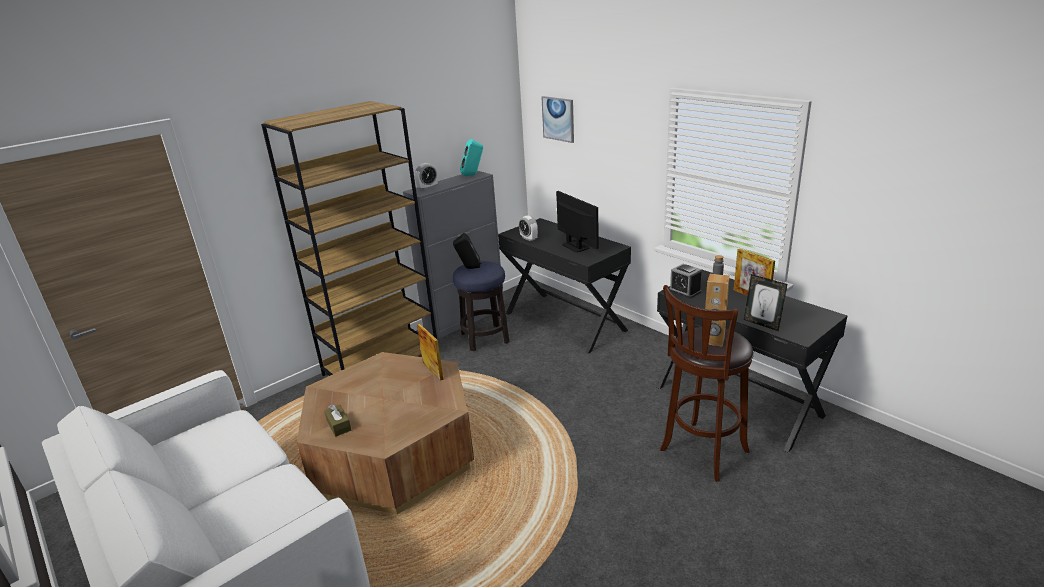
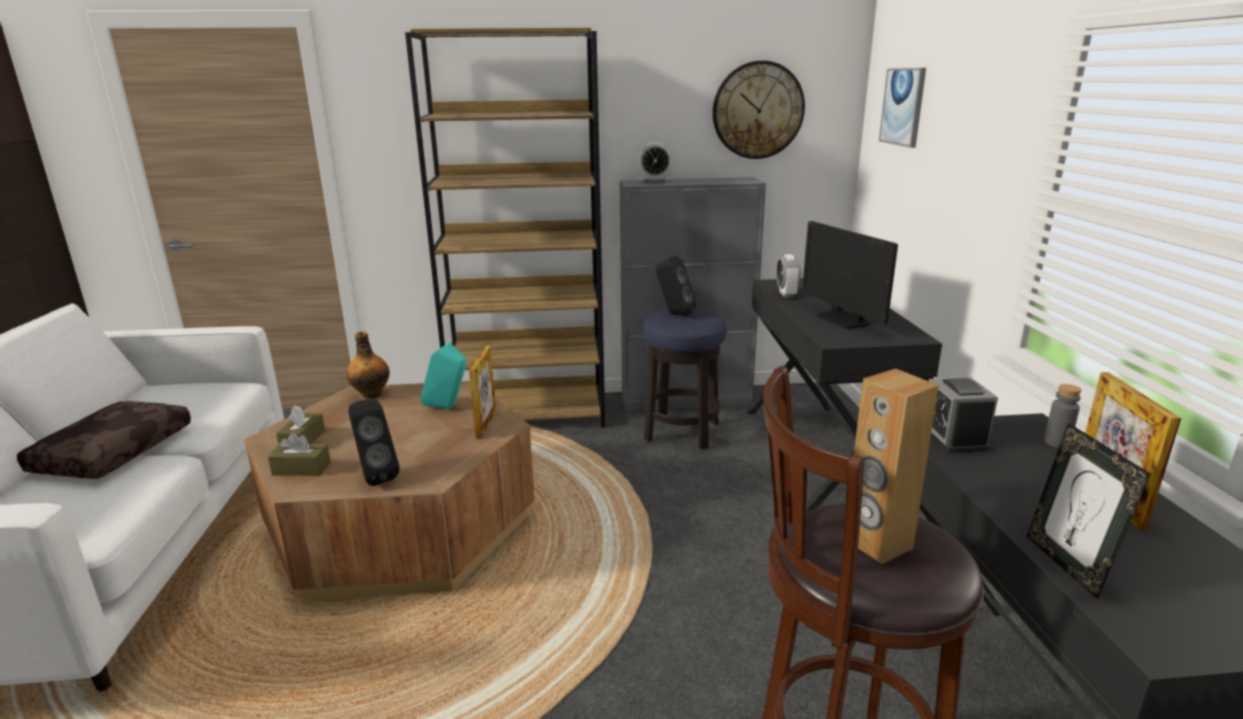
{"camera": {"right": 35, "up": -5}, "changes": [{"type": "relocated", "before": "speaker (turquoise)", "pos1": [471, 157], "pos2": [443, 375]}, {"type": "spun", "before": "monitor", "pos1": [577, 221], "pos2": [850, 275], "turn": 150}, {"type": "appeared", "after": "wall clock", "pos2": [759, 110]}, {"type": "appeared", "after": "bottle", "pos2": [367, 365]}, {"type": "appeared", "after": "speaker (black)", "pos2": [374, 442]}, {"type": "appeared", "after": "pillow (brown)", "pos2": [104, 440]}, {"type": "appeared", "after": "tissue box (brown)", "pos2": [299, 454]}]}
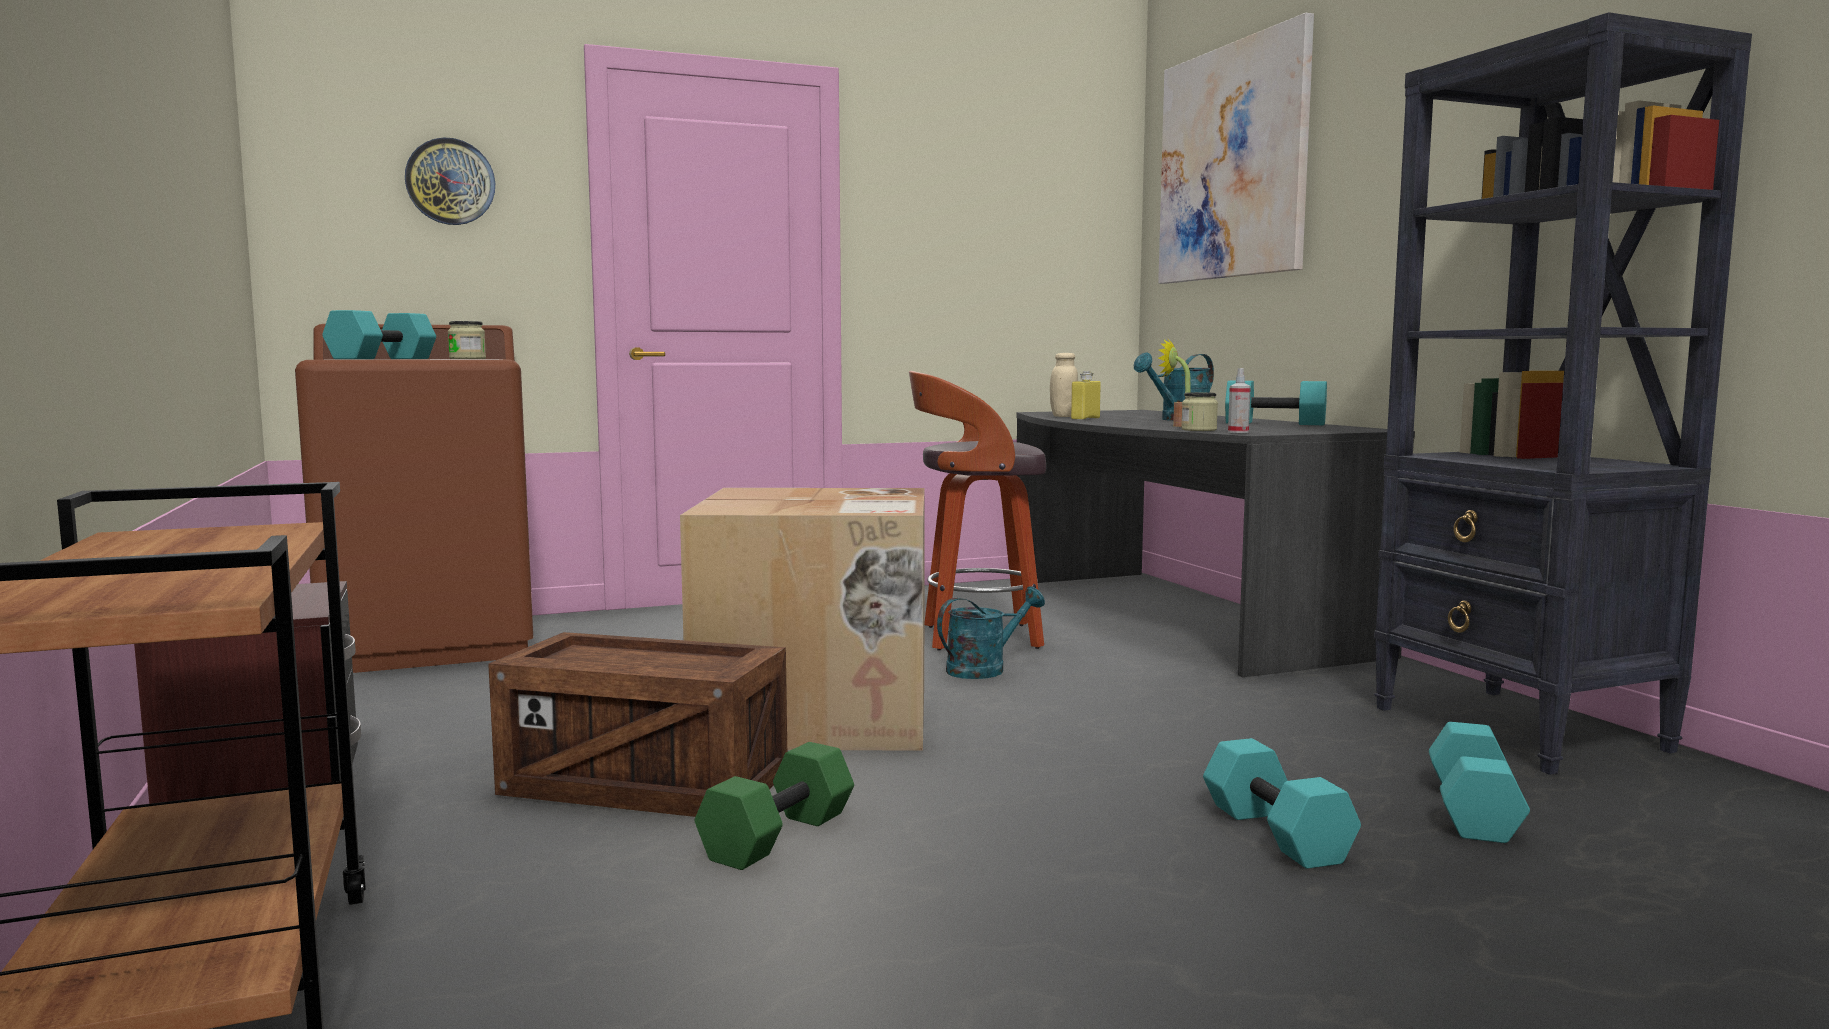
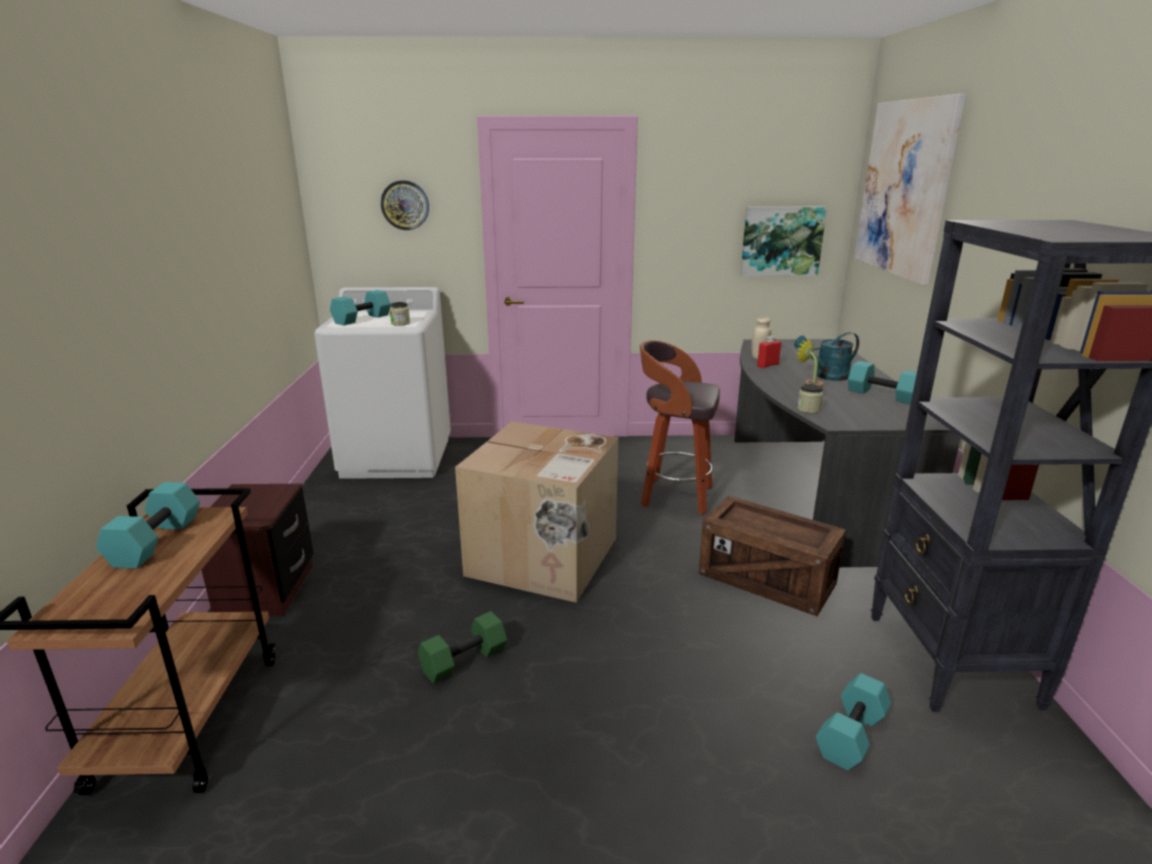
{"camera": {"right": 20, "up": 15}, "changes": [{"type": "colour", "before": "washing machine (brown)", "after": "washing machine (white)", "pos1": [414, 498], "pos2": [382, 383]}, {"type": "missing", "before": "spray bottle", "pos1": [1239, 400]}, {"type": "colour", "before": "bottle (yellow)", "after": "bottle (red)", "pos1": [1086, 395], "pos2": [769, 352]}, {"type": "missing", "before": "watering can (turquoise)", "pos1": [991, 633]}, {"type": "relocated", "before": "crate", "pos1": [637, 724], "pos2": [772, 556]}, {"type": "relocated", "before": "dumbbell (turquoise)", "pos1": [1282, 803], "pos2": [148, 525]}, {"type": "appeared", "after": "picture", "pos2": [783, 241]}]}
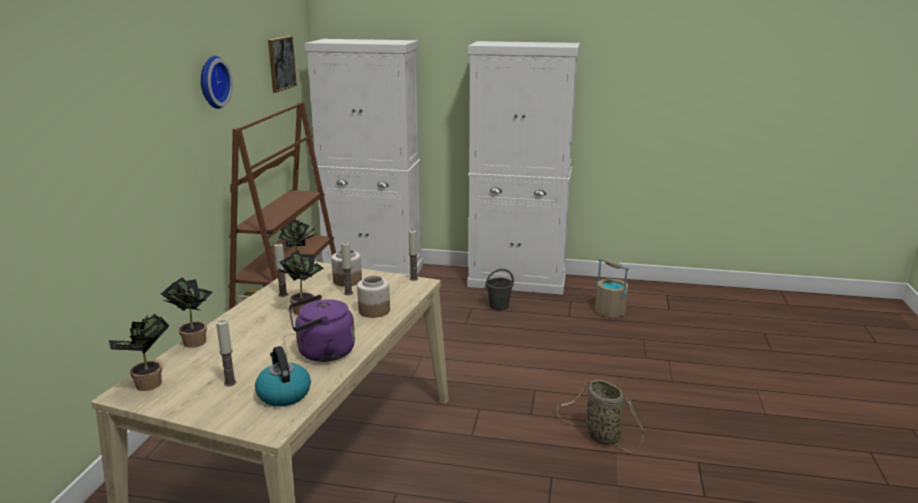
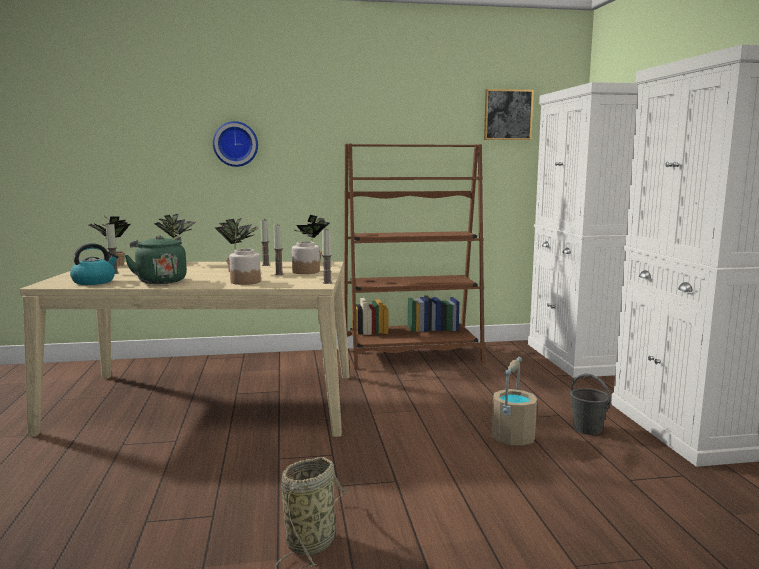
{"camera": {"right": 70, "up": -10}, "changes": [{"type": "relocated", "before": "wall clock", "pos1": [217, 82], "pos2": [235, 144]}, {"type": "relocated", "before": "bucket (beige)", "pos1": [612, 287], "pos2": [514, 401]}, {"type": "colour", "before": "kettle (purple)", "after": "kettle (green)", "pos1": [322, 328], "pos2": [155, 259]}]}
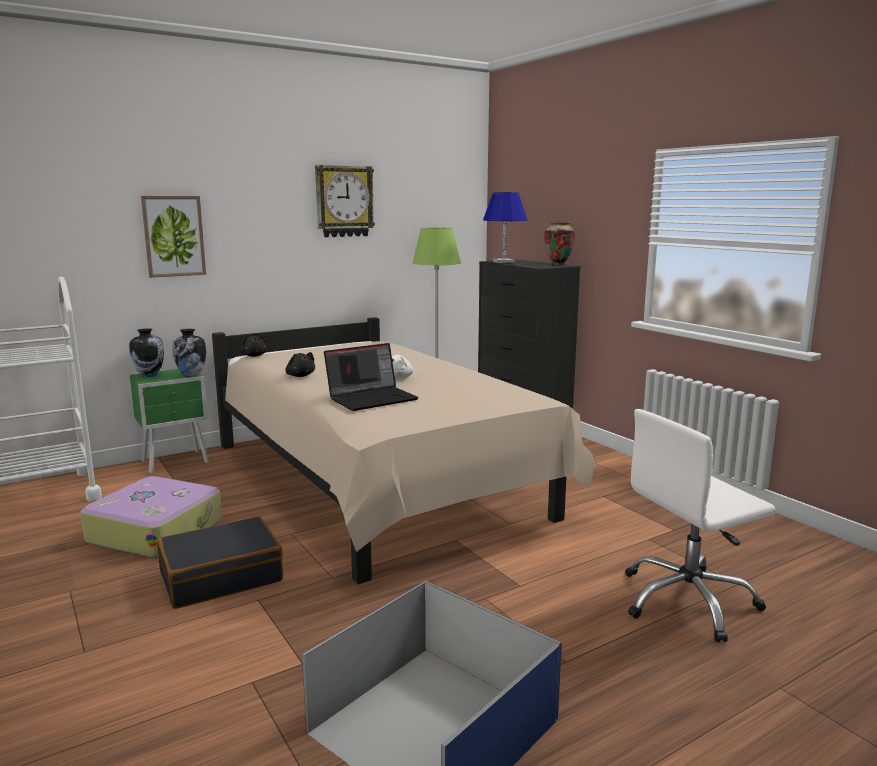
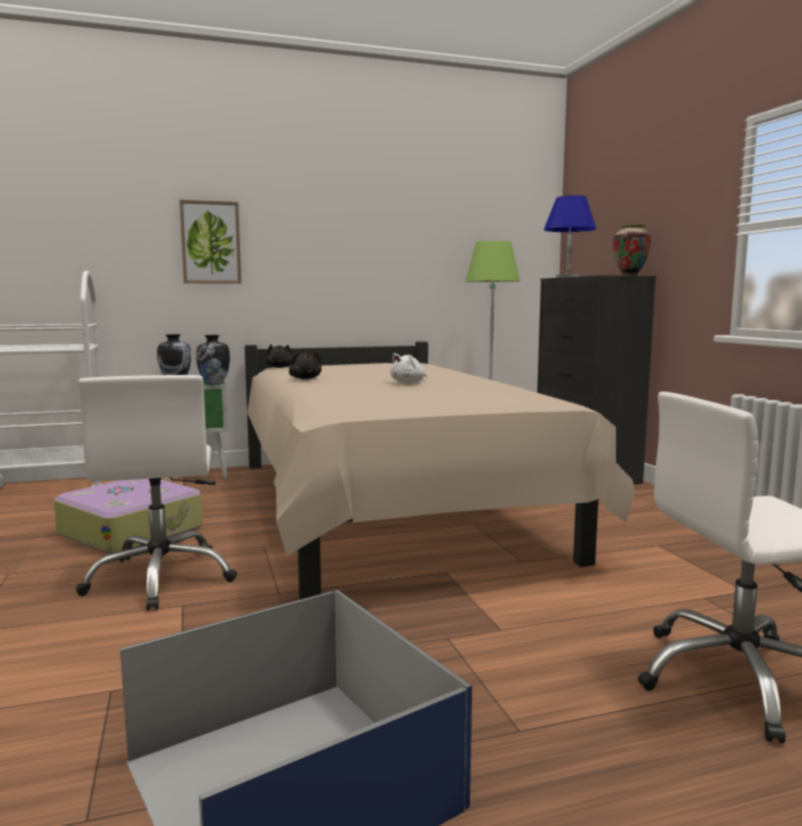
{"camera": {"right": 15, "up": -5}, "changes": [{"type": "missing", "before": "wall clock", "pos1": [345, 201]}, {"type": "missing", "before": "laptop", "pos1": [371, 377]}, {"type": "exchanged", "before": "suitcase (black)", "after": "office chair (white)", "pos1": [220, 562], "pos2": [156, 493]}]}
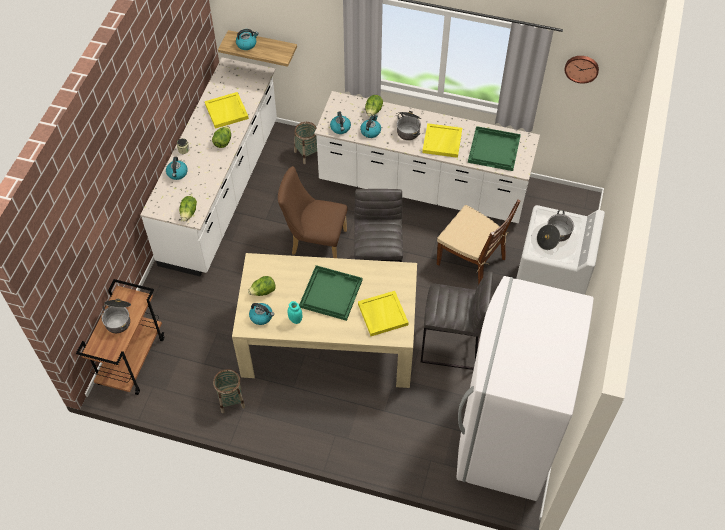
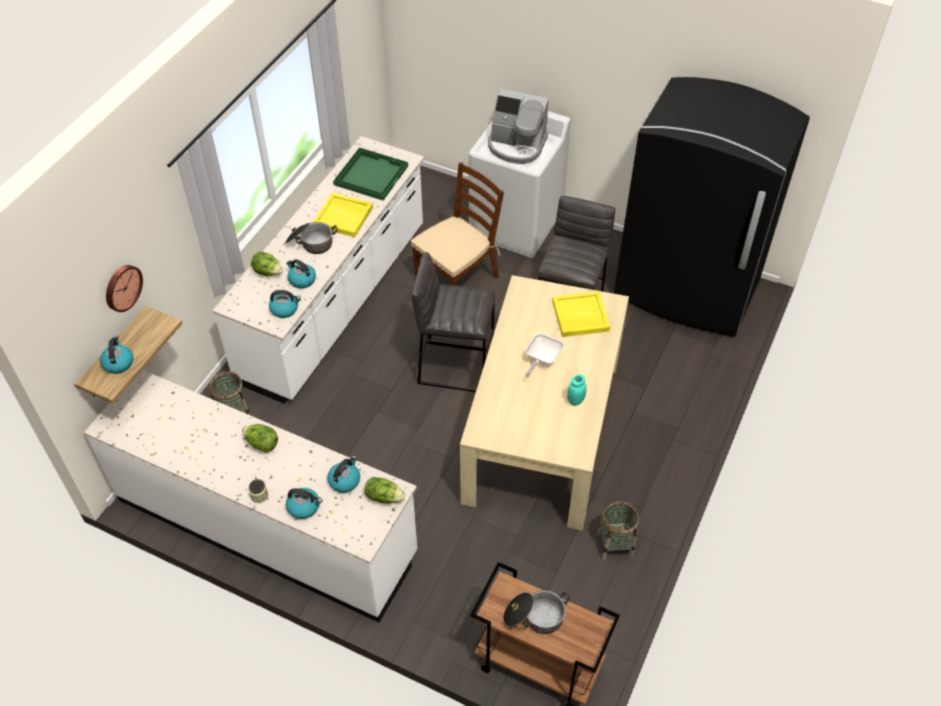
{"camera": {"right": -80, "up": -5}, "changes": [{"type": "relocated", "before": "wall clock", "pos1": [581, 70], "pos2": [124, 288]}, {"type": "missing", "before": "tray (yellow)", "pos1": [227, 110]}, {"type": "missing", "before": "chair (brown)", "pos1": [313, 212]}, {"type": "exchanged", "before": "cooking pot", "after": "coffee machine", "pos1": [555, 230], "pos2": [518, 126]}, {"type": "exchanged", "before": "tray (green)", "after": "frying pan", "pos1": [330, 293], "pos2": [544, 355]}, {"type": "missing", "before": "lettuce", "pos1": [261, 286]}, {"type": "colour", "before": "fridge (white)", "after": "fridge (black)", "pos1": [525, 388], "pos2": [712, 207]}, {"type": "relocated", "before": "kettle", "pos1": [261, 314], "pos2": [343, 474]}]}
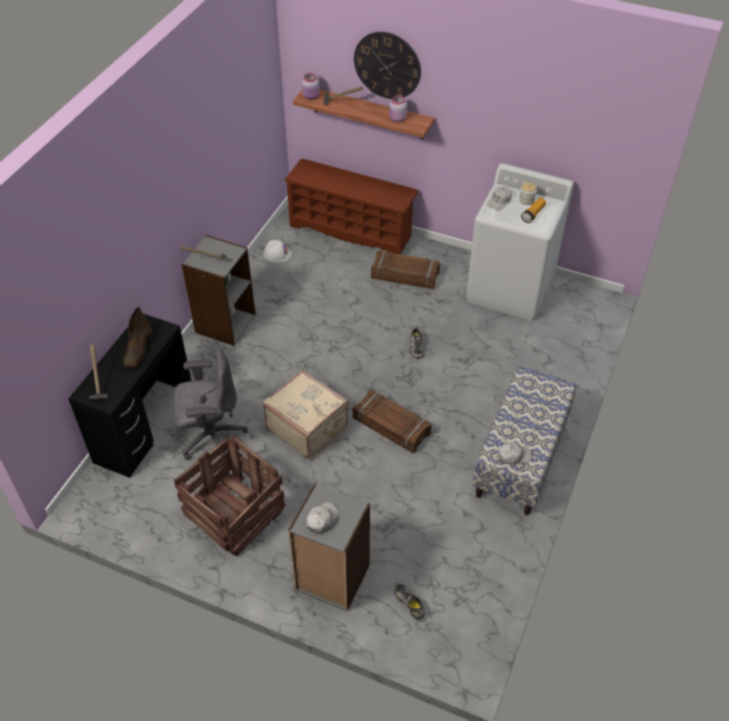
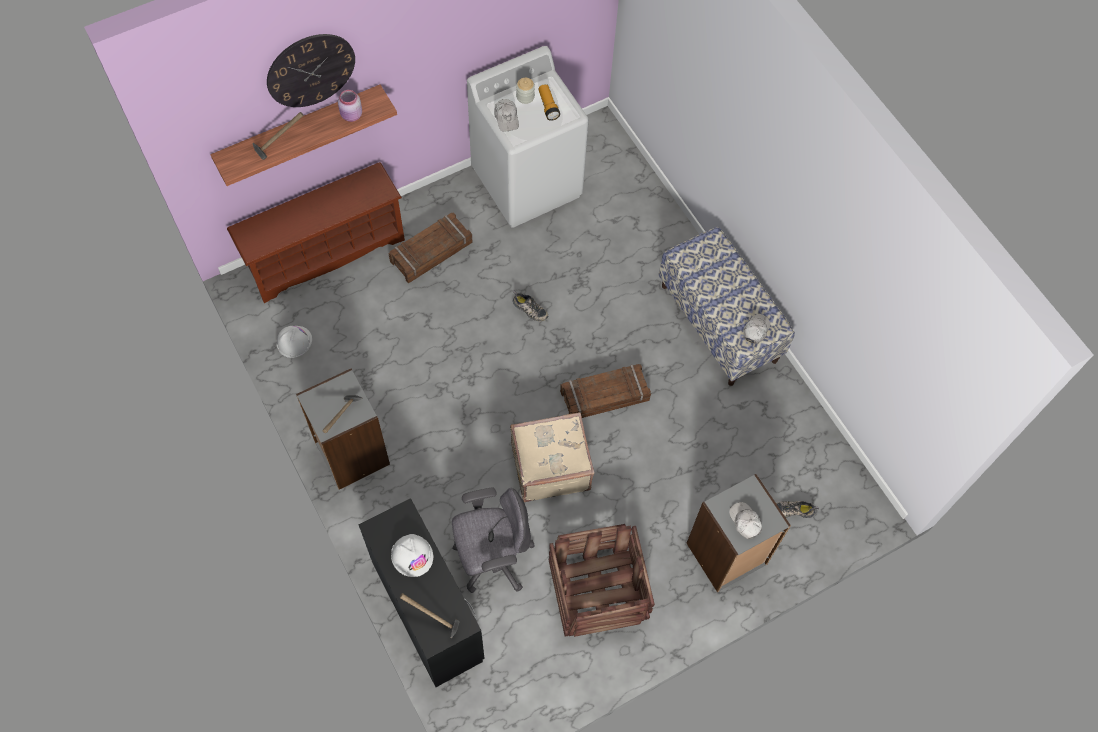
{"camera": {"right": -55, "up": 15}, "changes": [{"type": "missing", "before": "jar (pink)", "pos1": [310, 86]}, {"type": "exchanged", "before": "boot (brown)", "after": "hard hat (white)", "pos1": [137, 336], "pos2": [412, 555]}, {"type": "spun", "before": "office chair (grey)", "pos1": [211, 405], "pos2": [493, 540], "turn": 45}]}
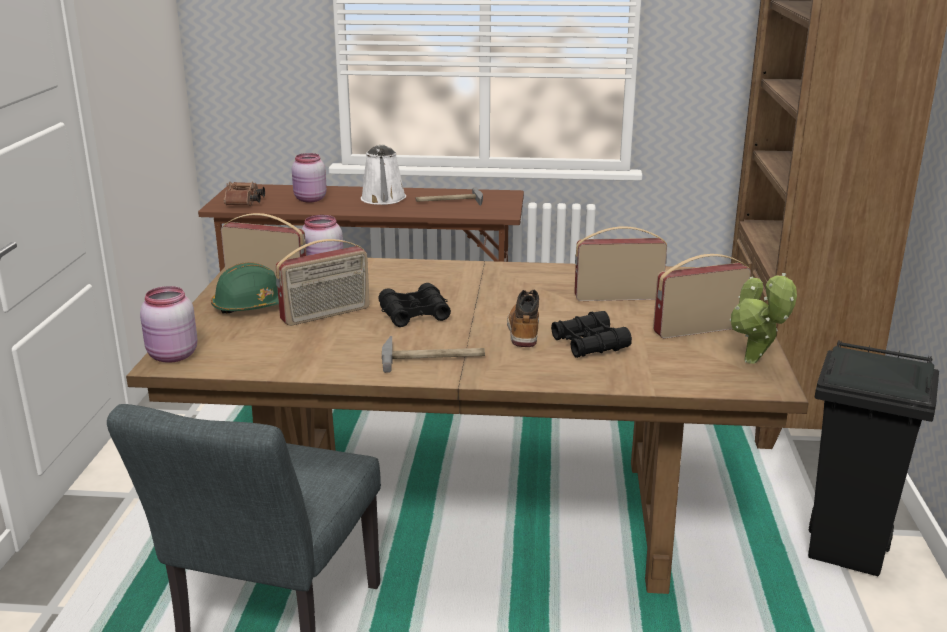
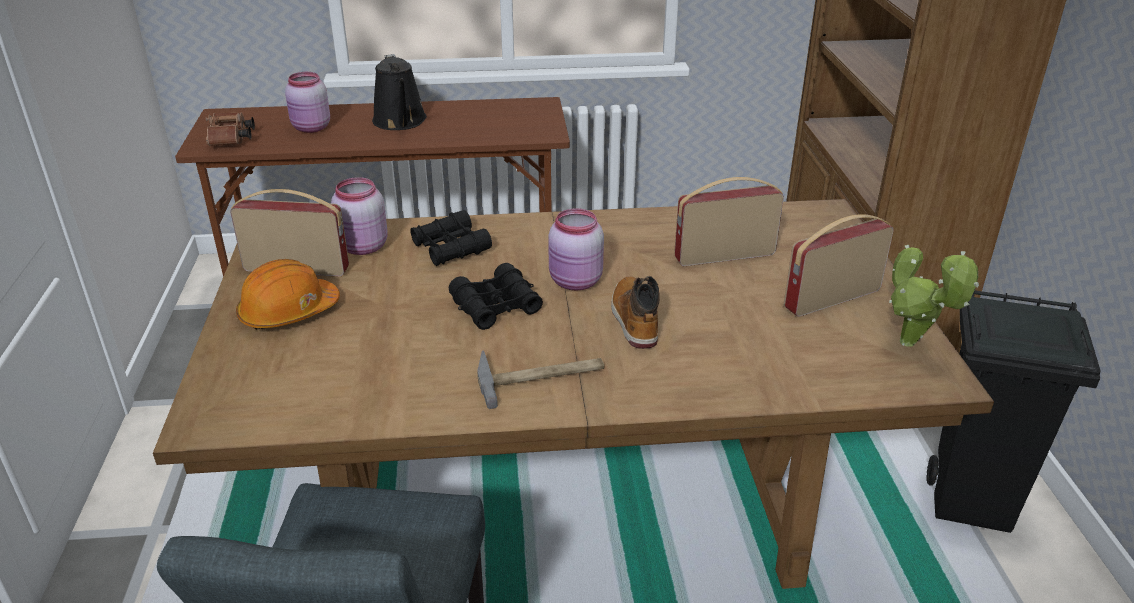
{"camera": {"right": -10, "up": 10}, "changes": [{"type": "colour", "before": "watering can (white)", "after": "watering can (black)", "pos1": [383, 175], "pos2": [399, 92]}, {"type": "missing", "before": "hammer", "pos1": [449, 197]}, {"type": "missing", "before": "radio", "pos1": [323, 282]}, {"type": "colour", "before": "hard hat (green)", "after": "hard hat (orange)", "pos1": [245, 288], "pos2": [288, 294]}, {"type": "relocated", "before": "jar (pink)", "pos1": [168, 324], "pos2": [576, 249]}, {"type": "relocated", "before": "binoculars (black)", "pos1": [591, 334], "pos2": [451, 238]}]}
